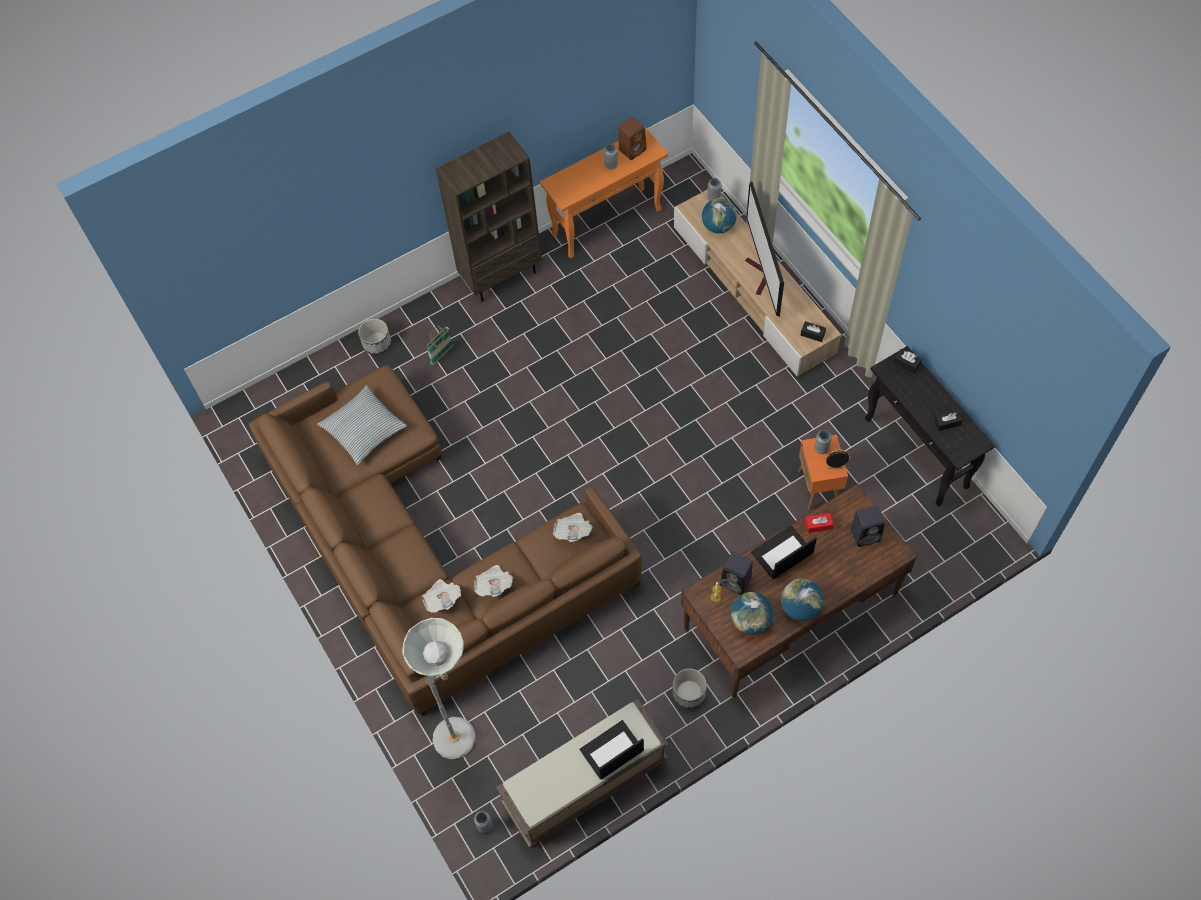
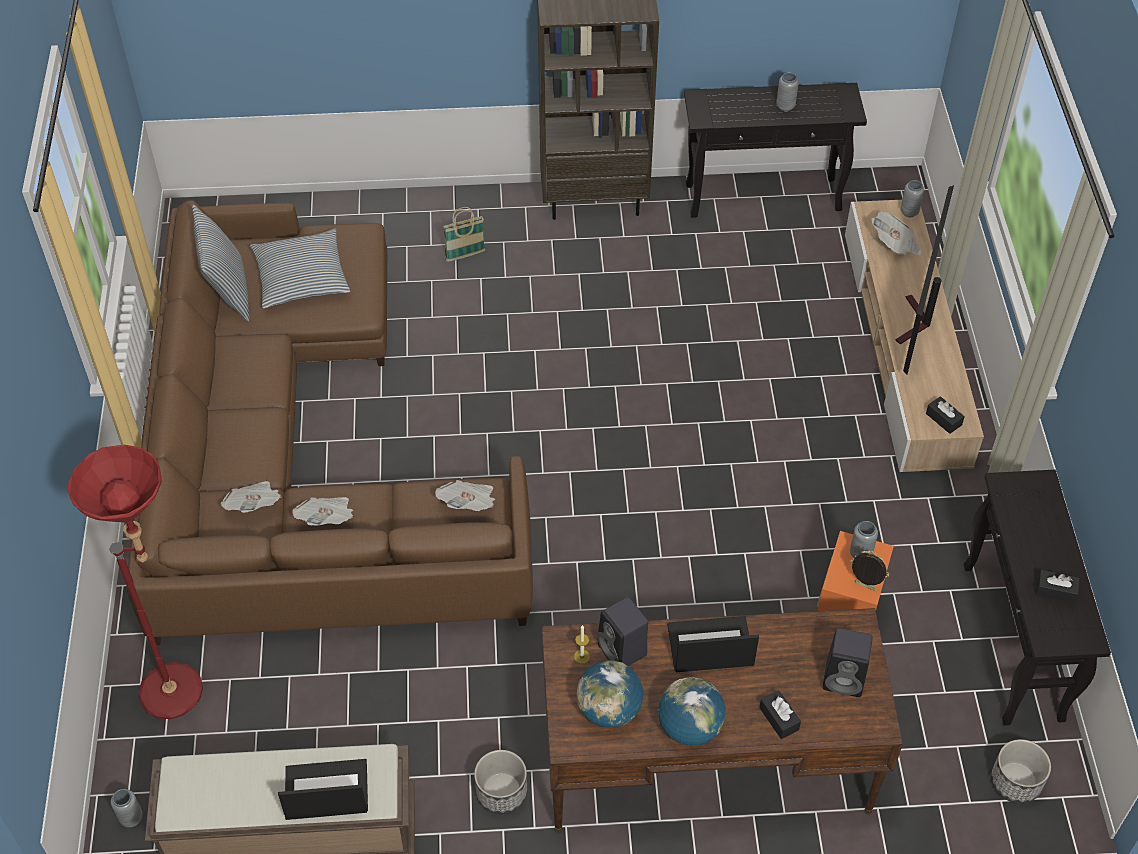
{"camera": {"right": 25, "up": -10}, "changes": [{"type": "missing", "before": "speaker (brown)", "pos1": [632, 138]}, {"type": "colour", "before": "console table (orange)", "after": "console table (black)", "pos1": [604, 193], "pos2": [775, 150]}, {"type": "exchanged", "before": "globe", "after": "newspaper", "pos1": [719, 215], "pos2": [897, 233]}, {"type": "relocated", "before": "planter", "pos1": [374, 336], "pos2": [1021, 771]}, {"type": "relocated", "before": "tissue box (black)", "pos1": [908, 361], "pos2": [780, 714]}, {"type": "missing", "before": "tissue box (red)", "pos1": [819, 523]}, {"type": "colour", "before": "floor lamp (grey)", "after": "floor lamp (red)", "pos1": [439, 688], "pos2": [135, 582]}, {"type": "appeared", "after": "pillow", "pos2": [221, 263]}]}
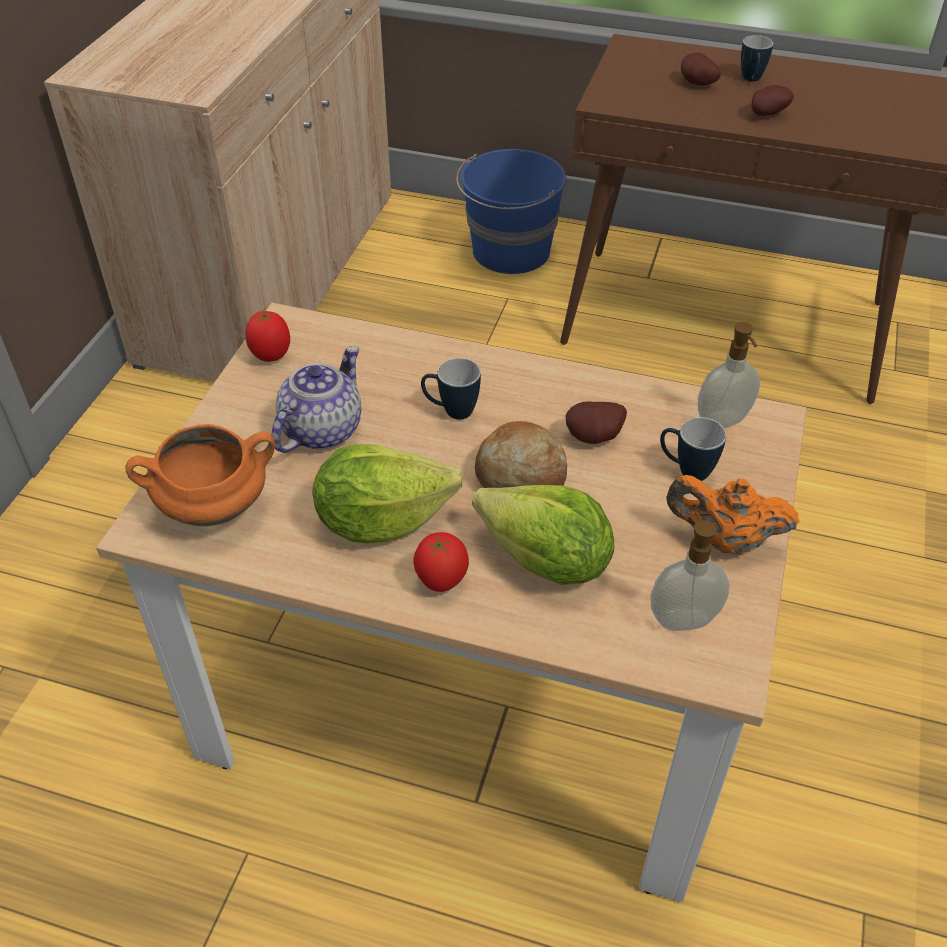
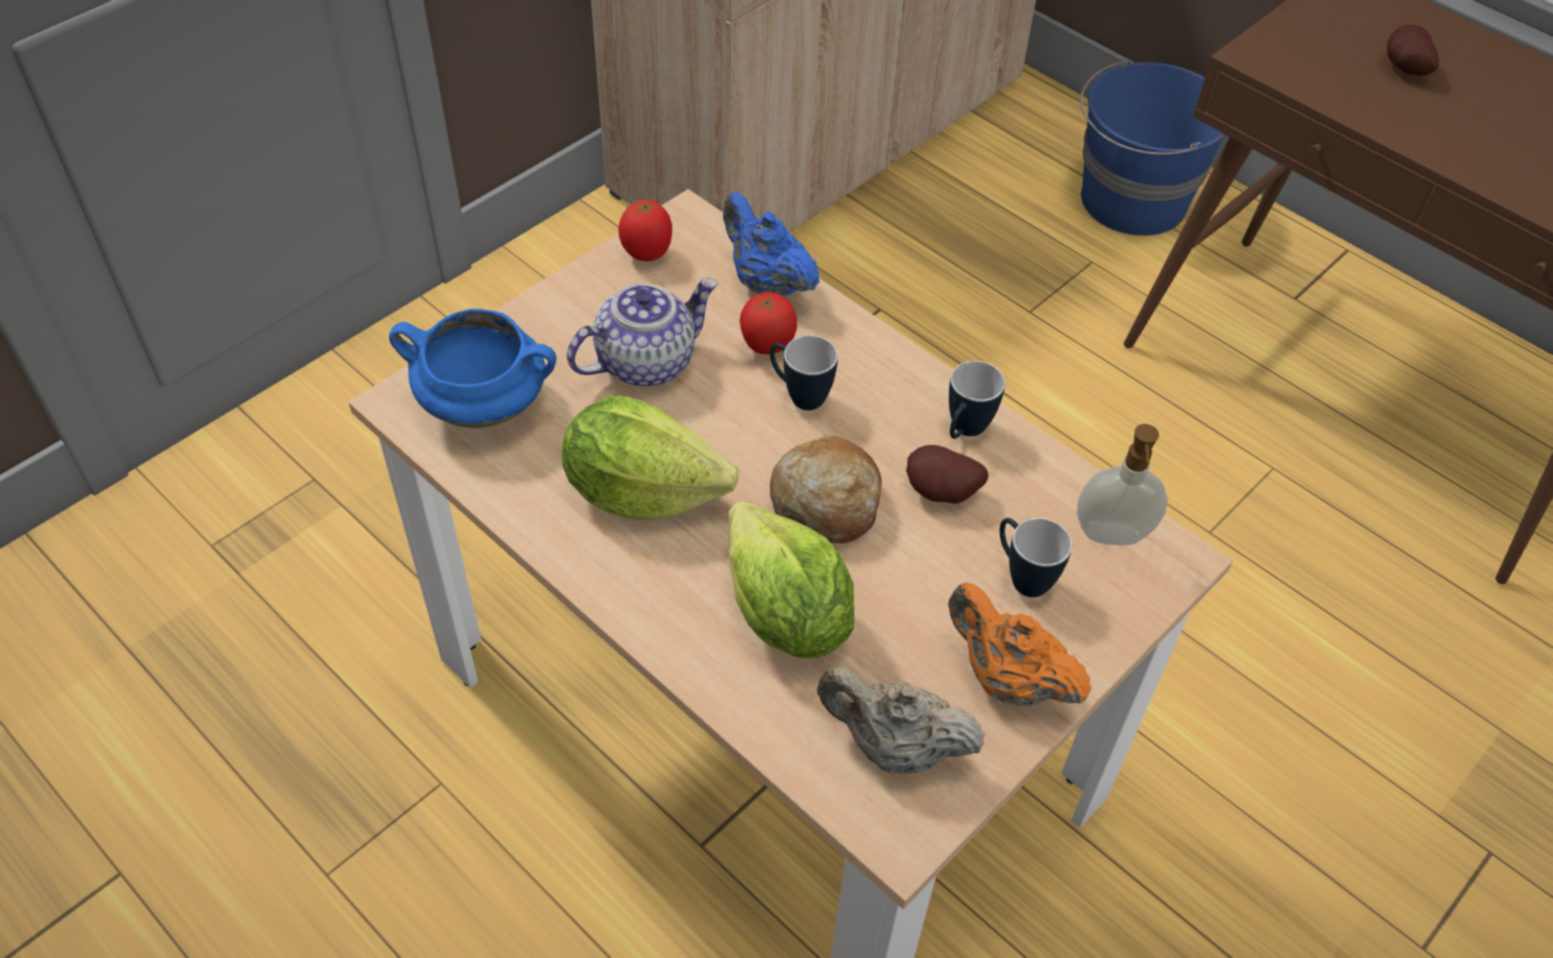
{"camera": {"right": 25, "up": 5}, "changes": [{"type": "relocated", "before": "mug", "pos1": [757, 58], "pos2": [977, 400]}, {"type": "missing", "before": "potato", "pos1": [772, 100]}, {"type": "colour", "before": "cooking pot (orange)", "after": "cooking pot (blue)", "pos1": [200, 475], "pos2": [472, 368]}, {"type": "exchanged", "before": "soap dispenser", "after": "teapot (beige)", "pos1": [690, 571], "pos2": [901, 720]}, {"type": "relocated", "before": "tomato", "pos1": [441, 562], "pos2": [768, 323]}, {"type": "appeared", "after": "teapot (blue)", "pos2": [771, 245]}]}
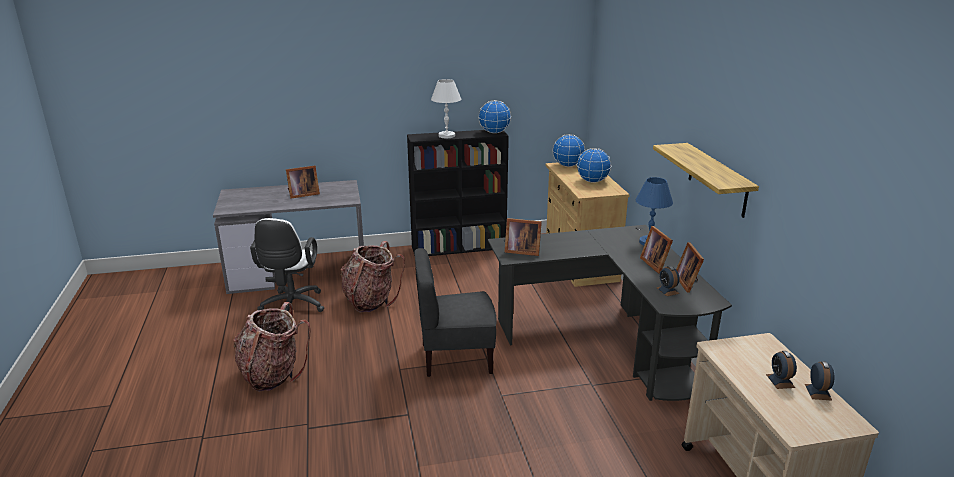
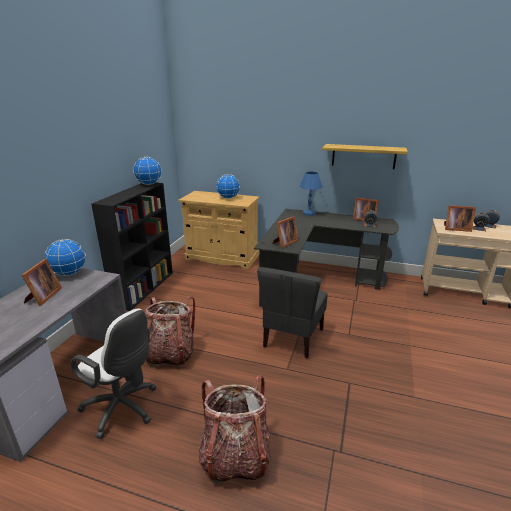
{"camera": {"right": -60, "up": 0}, "changes": [{"type": "missing", "before": "table lamp (white)", "pos1": [446, 108]}, {"type": "relocated", "before": "globe", "pos1": [569, 150], "pos2": [65, 257]}, {"type": "relocated", "before": "picture frame", "pos1": [656, 249], "pos2": [460, 218]}]}
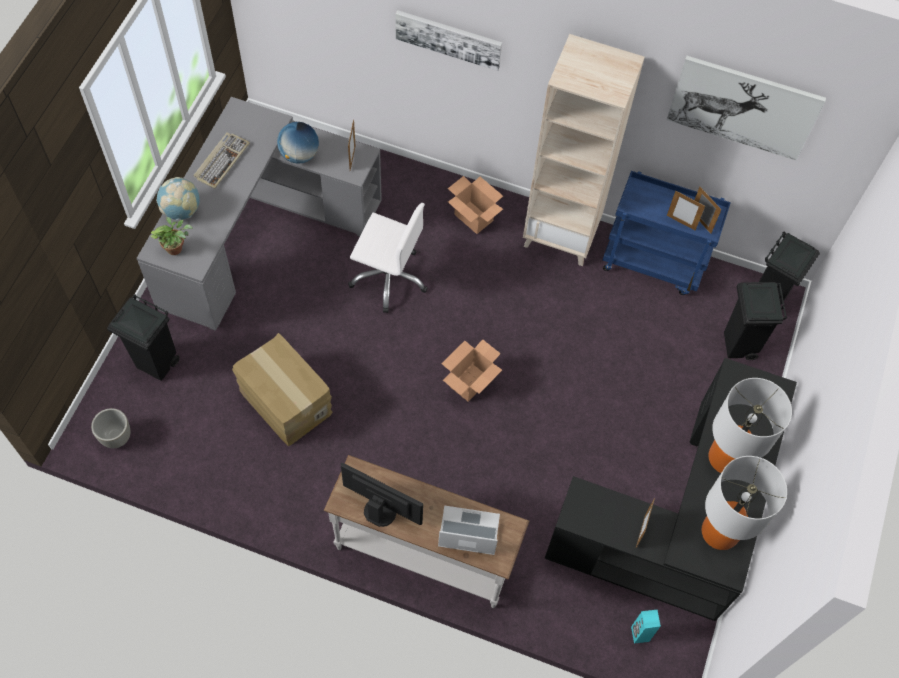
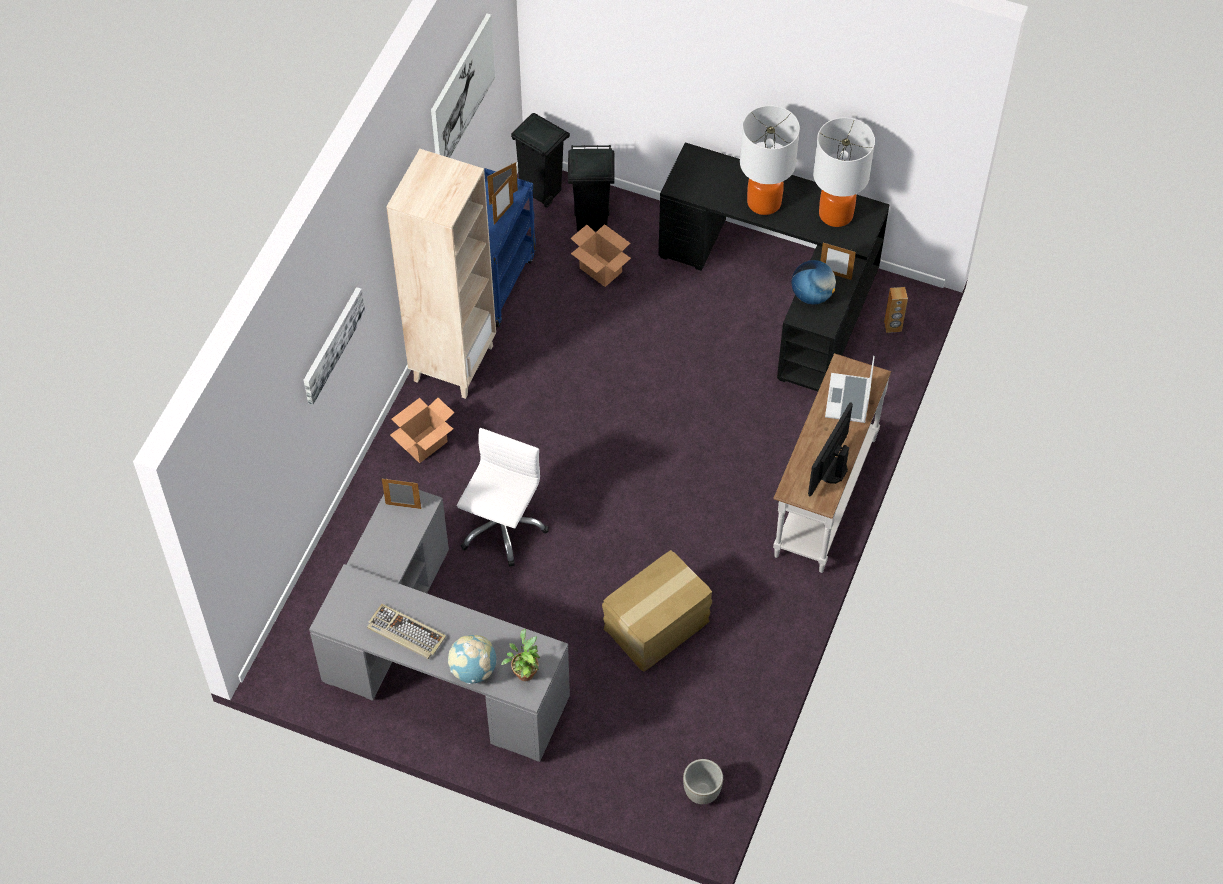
{"camera": {"right": -85, "up": -5}, "changes": [{"type": "relocated", "before": "globe", "pos1": [298, 143], "pos2": [813, 282]}, {"type": "missing", "before": "trash can (black)", "pos1": [143, 337]}, {"type": "relocated", "before": "cardboard box", "pos1": [472, 370], "pos2": [601, 255]}, {"type": "colour", "before": "speaker (turquoise)", "after": "speaker (brown)", "pos1": [646, 627], "pos2": [896, 310]}]}
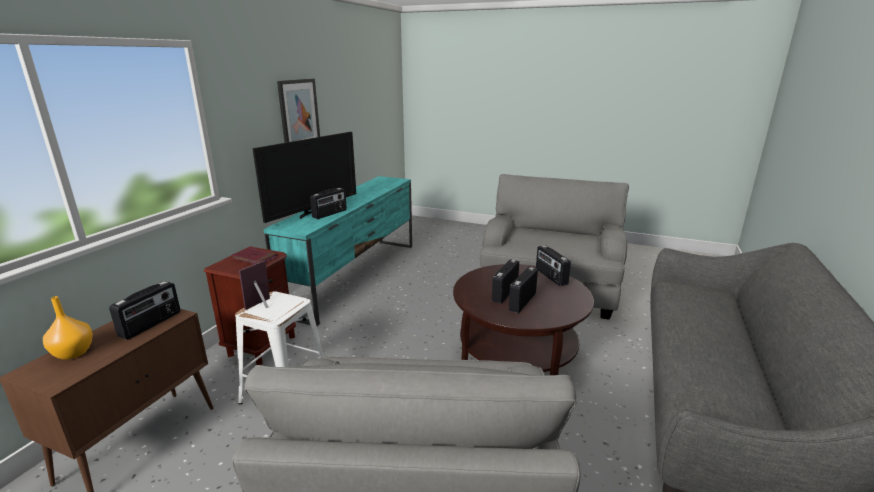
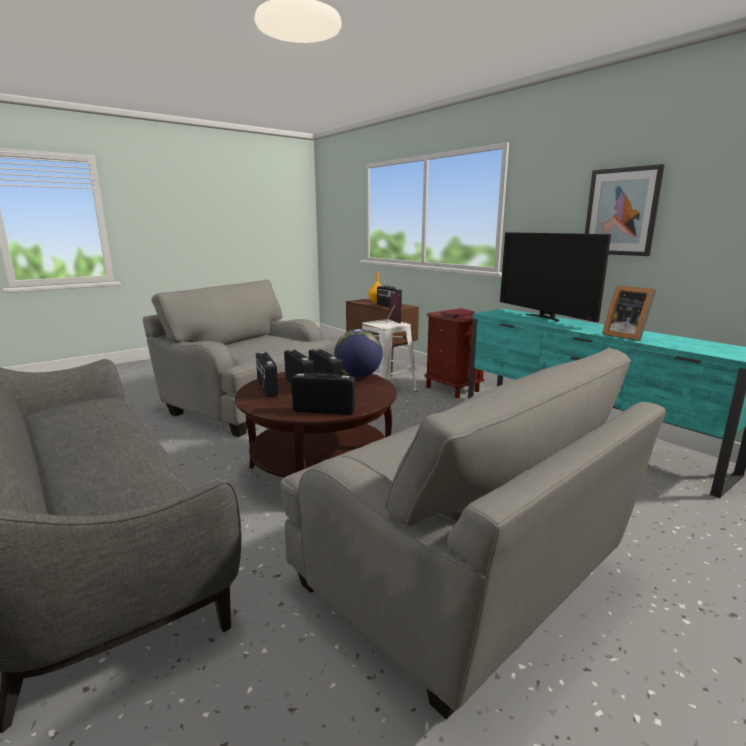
{"camera": {"right": 120, "up": -5}, "changes": [{"type": "relocated", "before": "radio", "pos1": [328, 203], "pos2": [267, 375]}, {"type": "appeared", "after": "picture frame", "pos2": [629, 313]}, {"type": "appeared", "after": "globe", "pos2": [358, 353]}]}
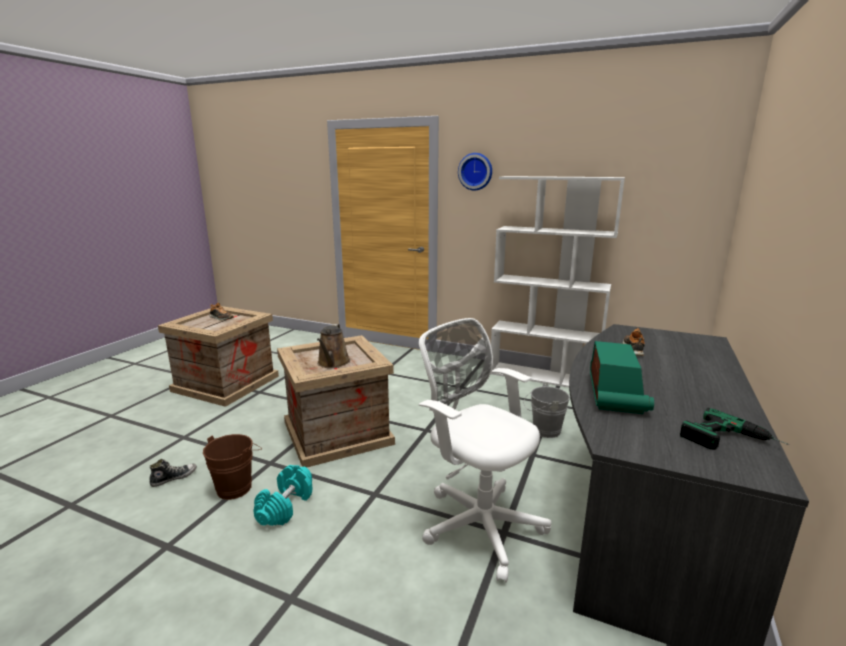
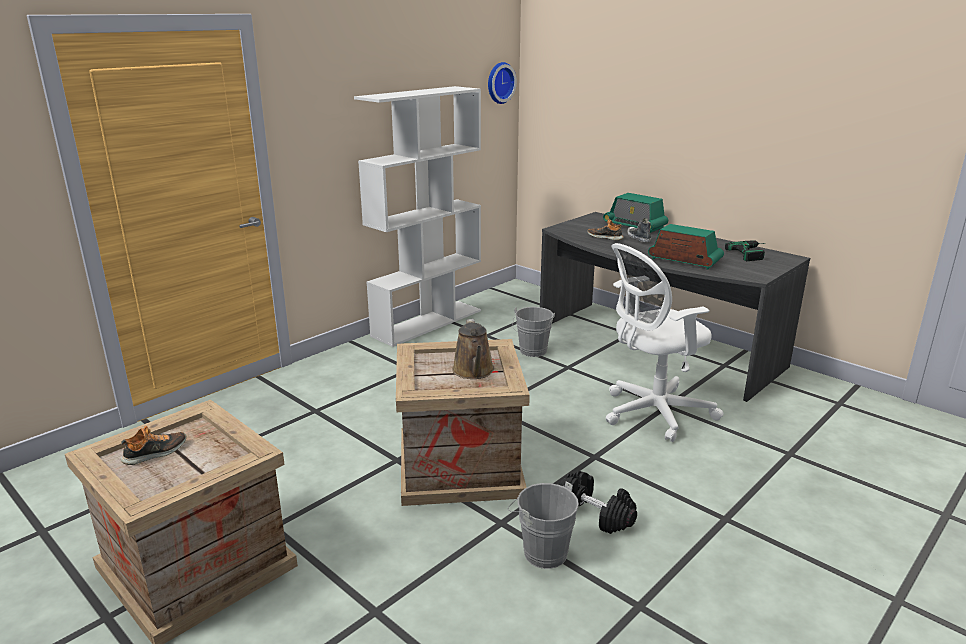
{"camera": {"right": -70, "up": 5}, "changes": [{"type": "relocated", "before": "wall clock", "pos1": [475, 172], "pos2": [502, 83]}, {"type": "spun", "before": "watering can (brown)", "pos1": [333, 346], "pos2": [473, 349], "turn": 60}, {"type": "colour", "before": "bucket (brown)", "after": "bucket (grey)", "pos1": [232, 467], "pos2": [543, 525]}, {"type": "relocated", "before": "shoe", "pos1": [173, 473], "pos2": [639, 230]}, {"type": "colour", "before": "dumbbell (turquoise)", "after": "dumbbell (black)", "pos1": [283, 495], "pos2": [598, 502]}, {"type": "appeared", "after": "radio", "pos2": [635, 213]}]}
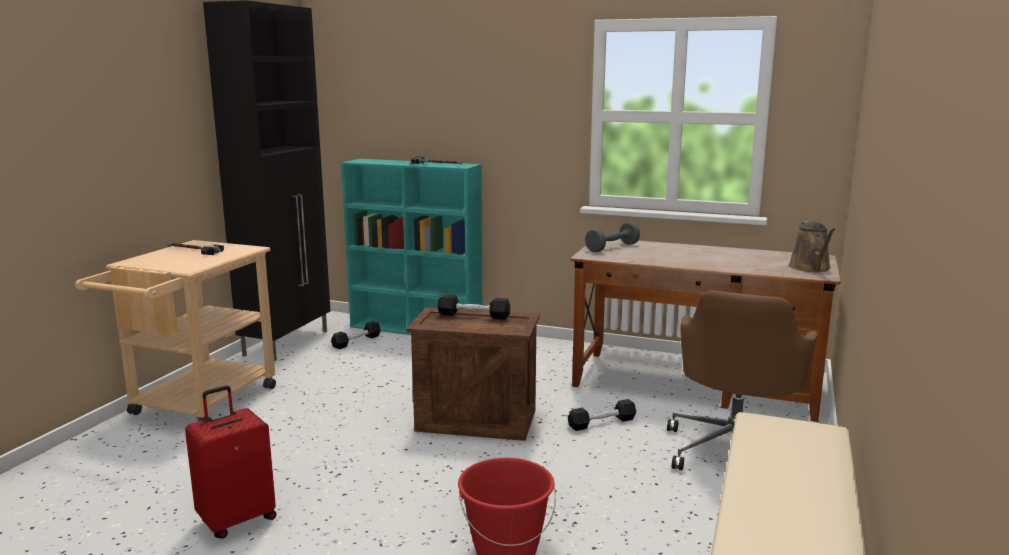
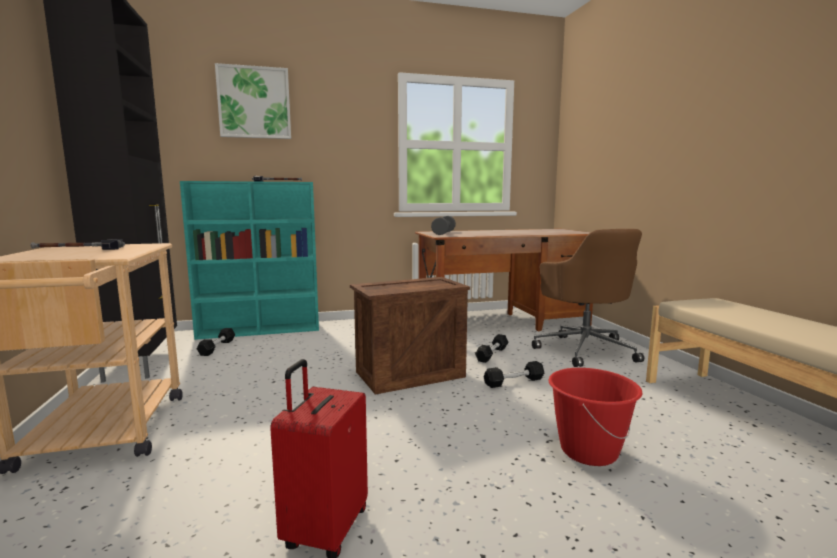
{"camera": {"right": -35, "up": -5}, "changes": [{"type": "missing", "before": "watering can (brown)", "pos1": [812, 246]}, {"type": "relocated", "before": "dumbbell (black)", "pos1": [474, 307], "pos2": [514, 374]}, {"type": "appeared", "after": "picture", "pos2": [253, 101]}]}
